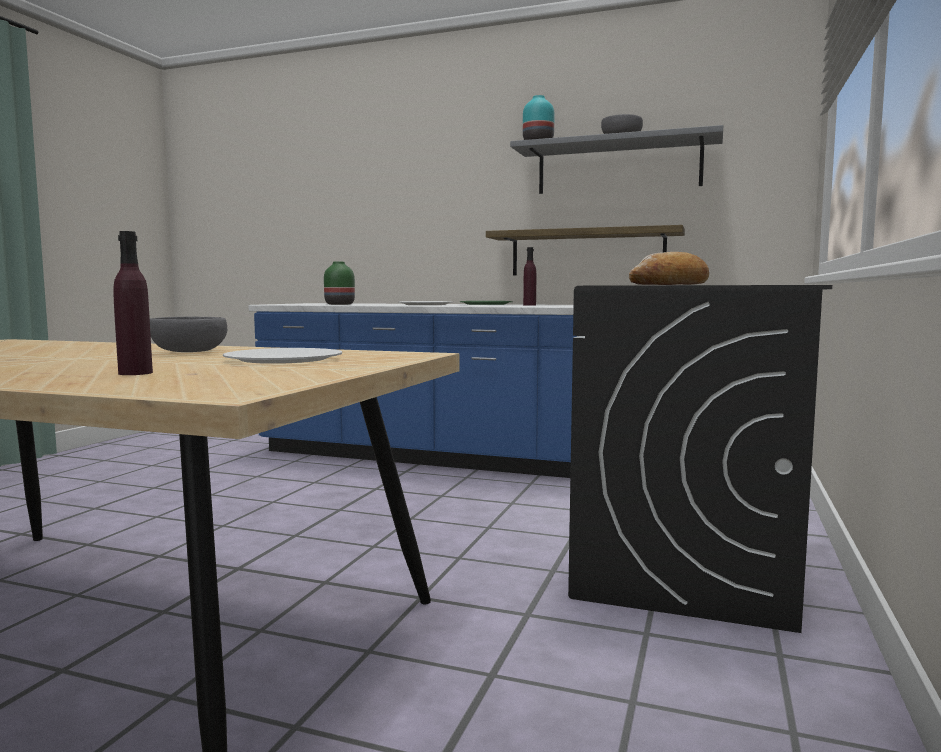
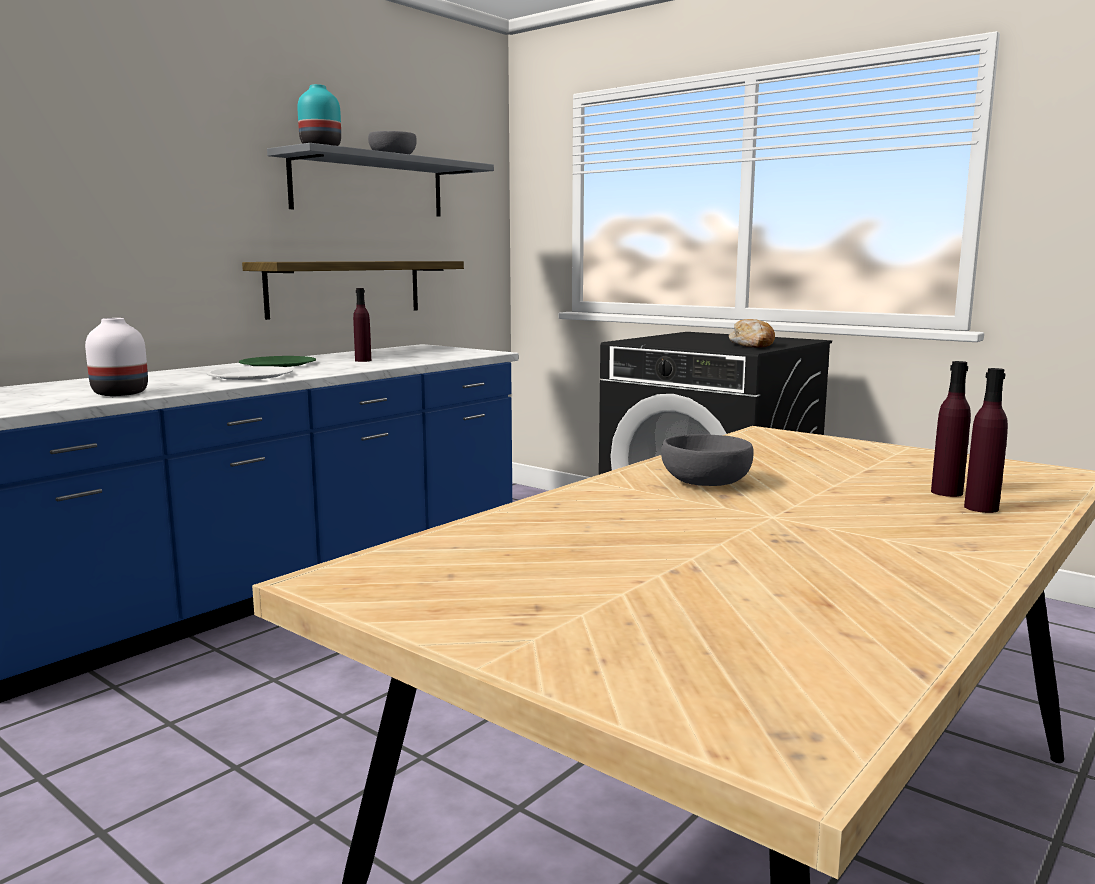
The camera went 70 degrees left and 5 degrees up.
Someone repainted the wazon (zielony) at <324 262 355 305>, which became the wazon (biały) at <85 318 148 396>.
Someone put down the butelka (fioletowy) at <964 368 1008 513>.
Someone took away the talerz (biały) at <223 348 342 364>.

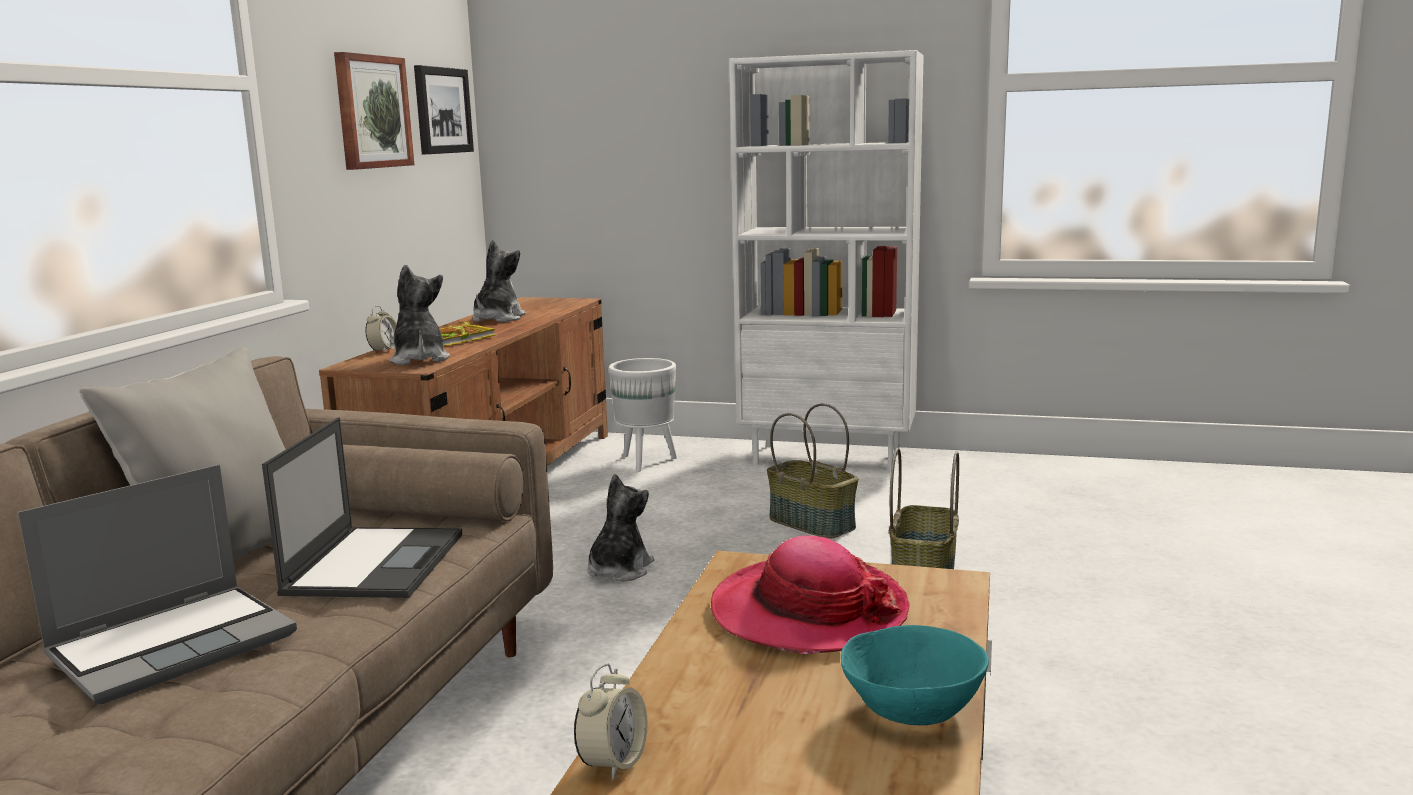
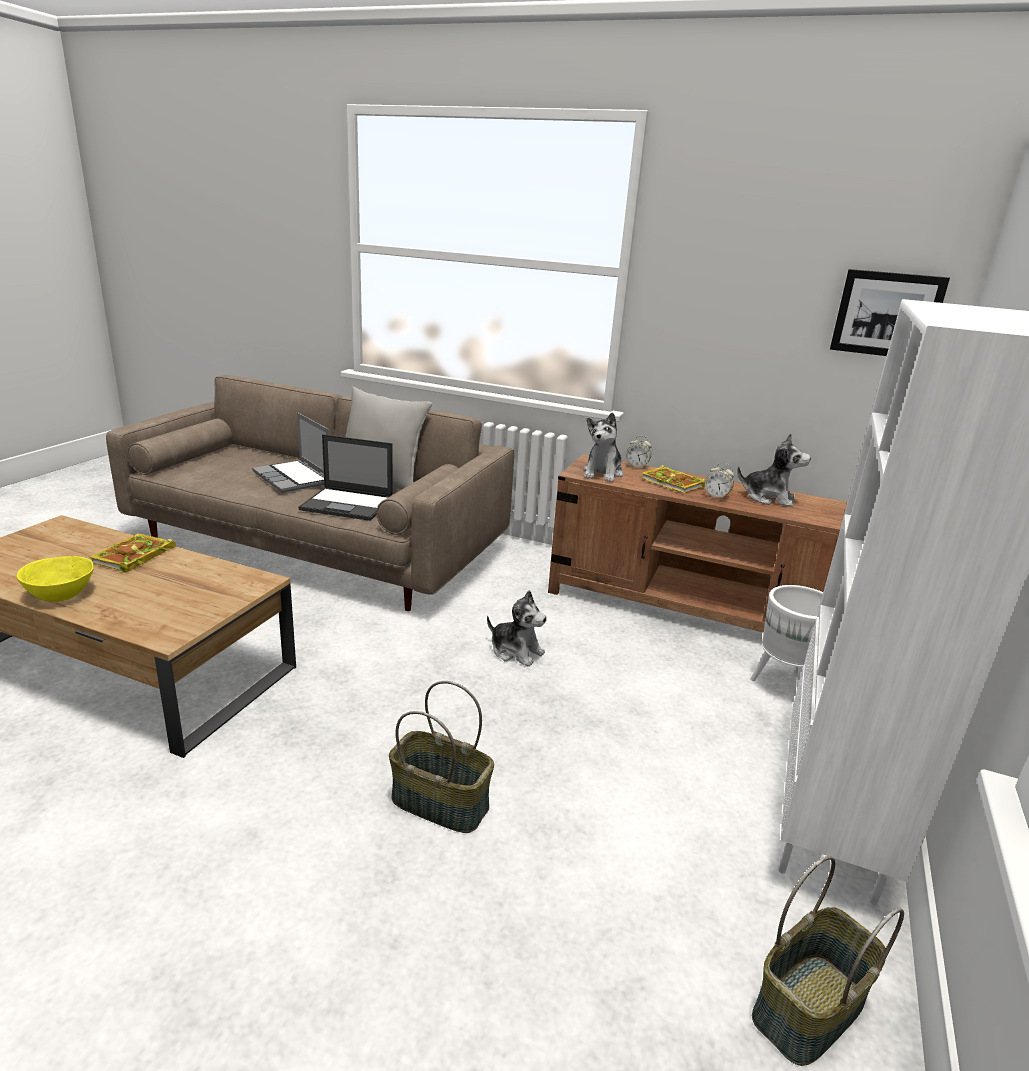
The camera went 95 degrees right and 10 degrees up.
Someone repainted the miska (turkusowy) at <841 625 989 725>, which became the miska (żółty) at <17 556 94 602>.
Someone put down the książka at <89 534 176 573>.
Someone rotated the pluszak at <389 265 450 365> by 120 degrees clockwise.
Someone carried the budzik from <574 663 648 781> to <705 463 735 500>.
Someone carried the koszyk from <767 403 858 539> to <752 856 904 1066>.
Someone took away the obraz at <334 52 414 170>.
Someone took away the kapelusz at <711 536 910 654>.

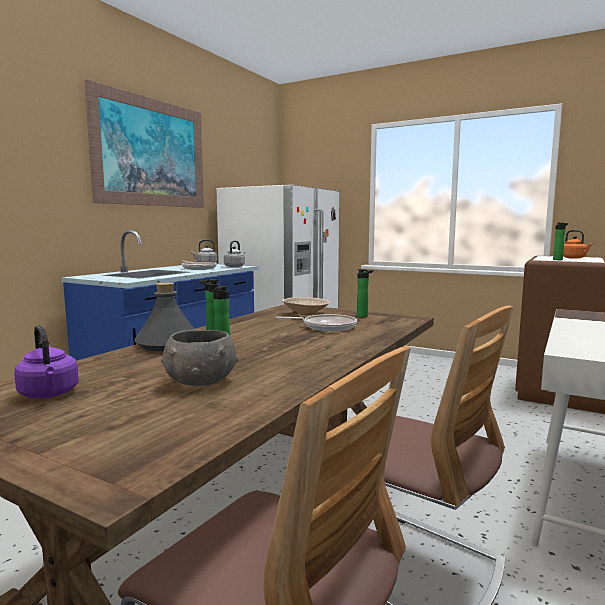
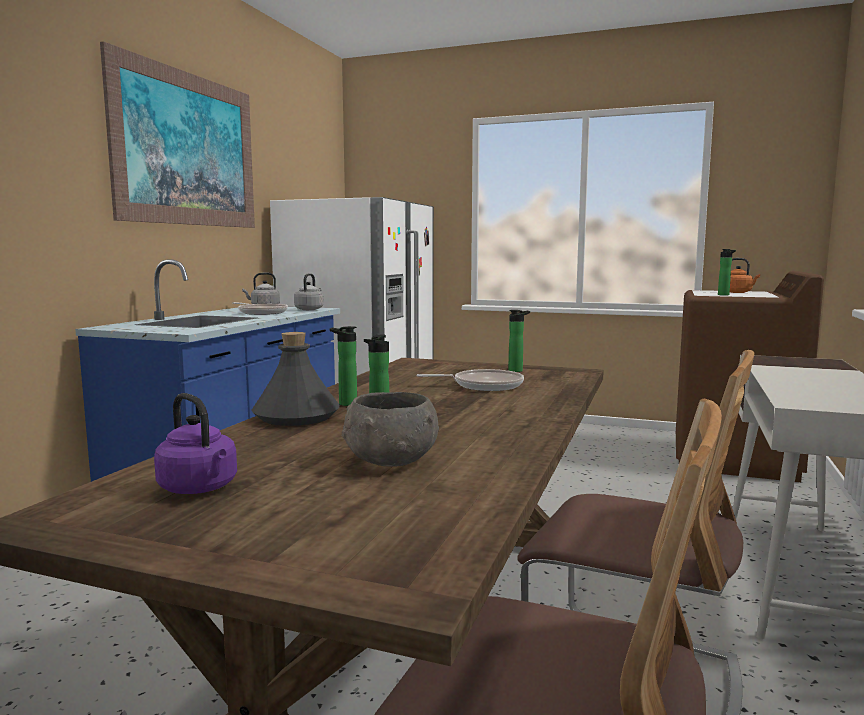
The camera went 10 degrees left and 0 degrees up.
Someone took away the miska (beżowy) at <282 297 331 315>.

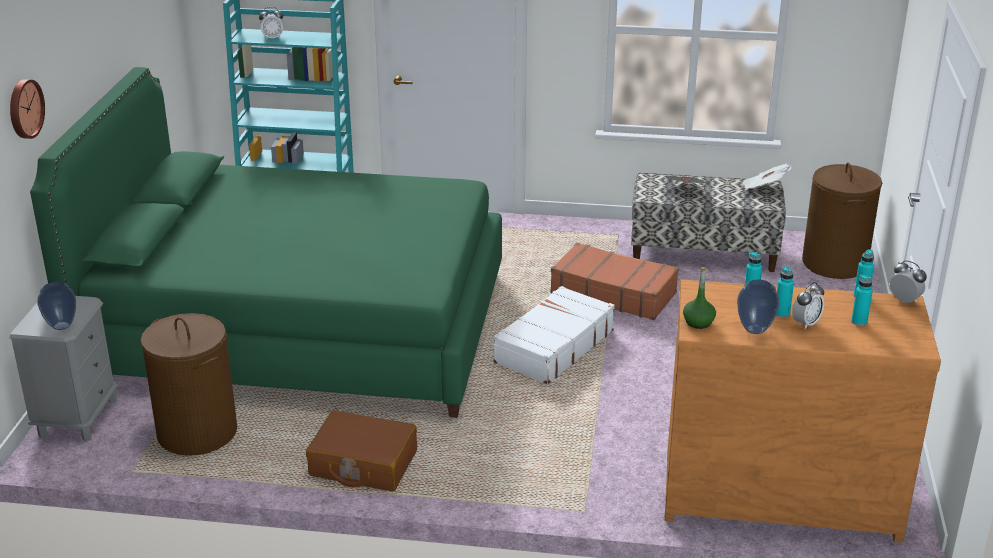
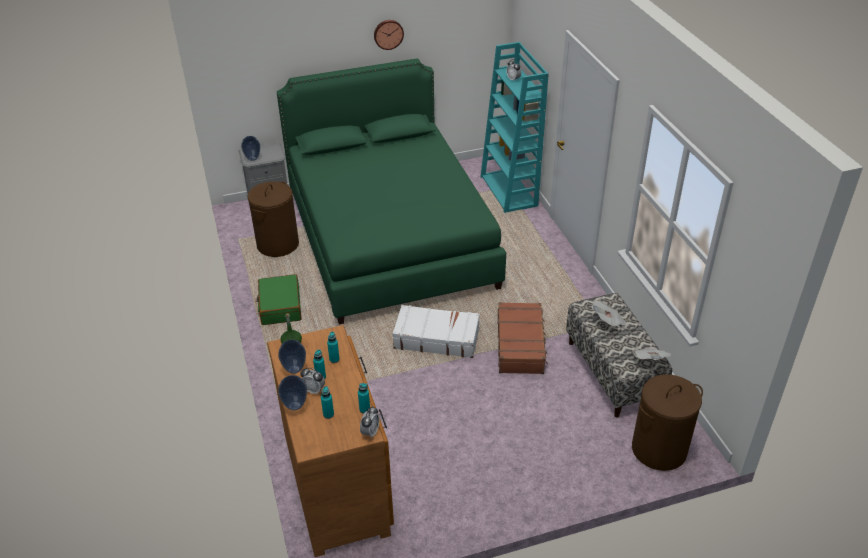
The camera went 65 degrees right and 10 degrees up.
Someone repainted the walizka (brązowy) at <306 410 417 491>, which became the walizka (zielony) at <256 274 301 325>.
Someone put down the wazon at <278 375 307 410>.
Someone carried the zegar ścienny from <10 79 45 139> to <374 20 404 50>.

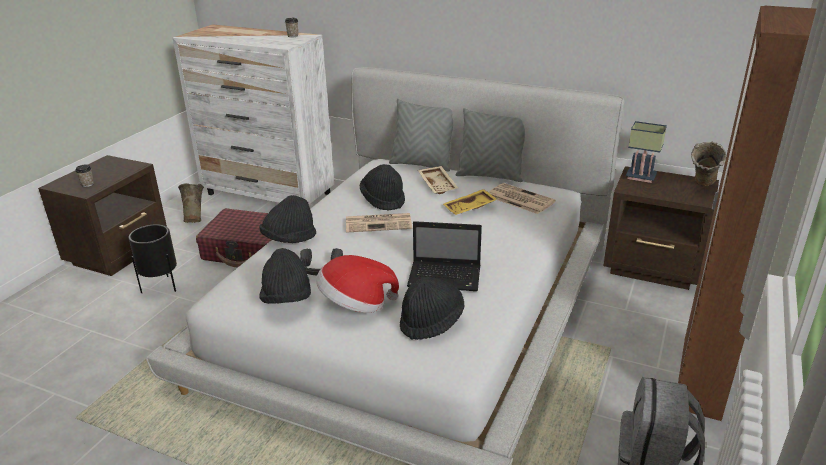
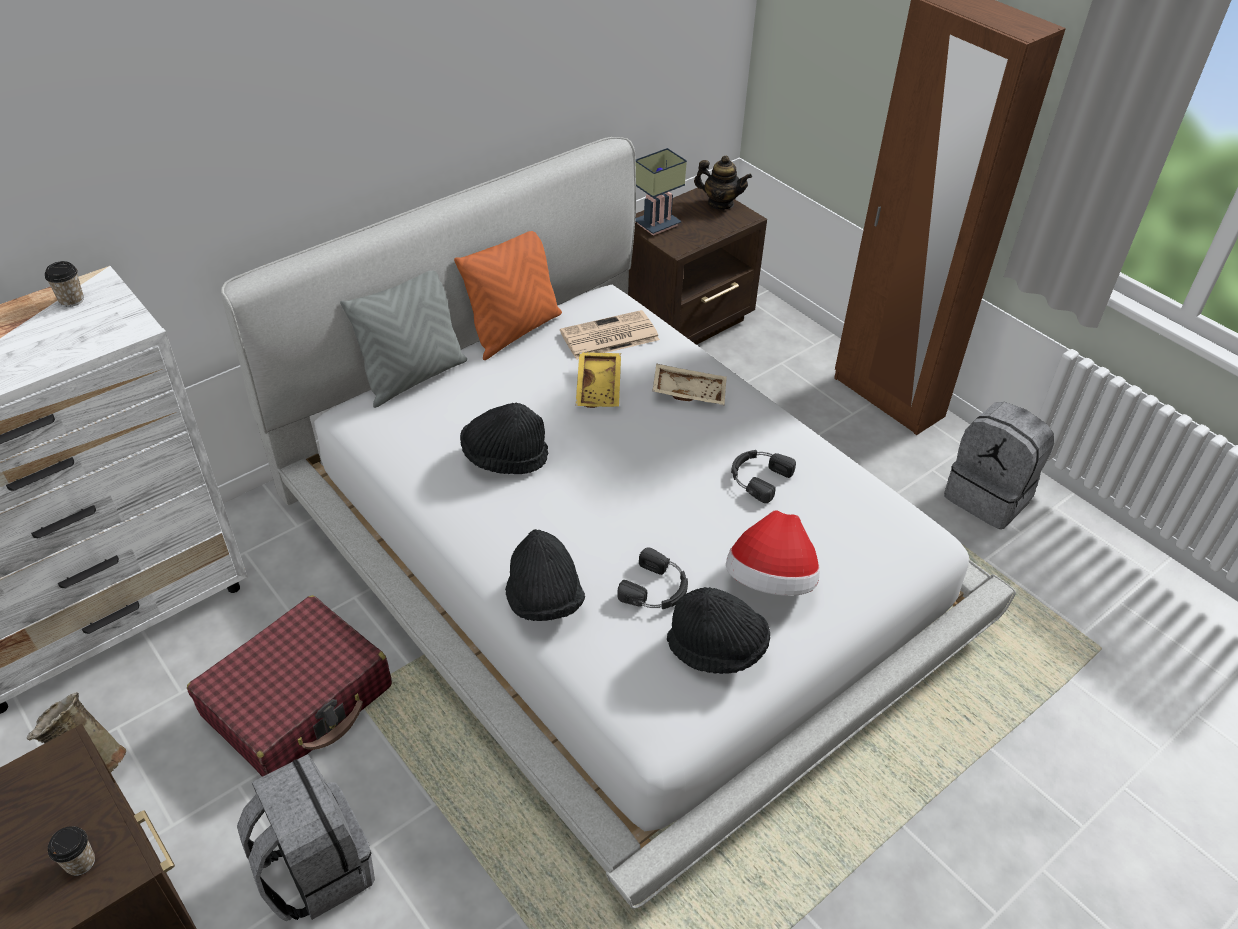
The camera went 65 degrees left and 15 degrees up.
Someone swapped the donica (czarny) at <128 224 177 293> for the plecak (szary) at <237 754 375 921>.
Someone repainted the poduszka (szary) at <456 108 525 182>, which became the poduszka (pomarańczowy) at <454 231 562 360>.
Someone carried the taca (beżowy) from <418 166 458 194> to <653 364 727 405>.
Someone swapped the wazon (beżowy) at <691 142 726 186> for the imbryk at <694 155 752 210>.
Someone swapped the laptop at <407 221 482 291> for the słuchawki (czarny) at <731 450 796 503>.
Someone took away the gazeta at <346 213 412 233>.
Someone took away the kapelusz (czarny) at <400 276 464 340>.

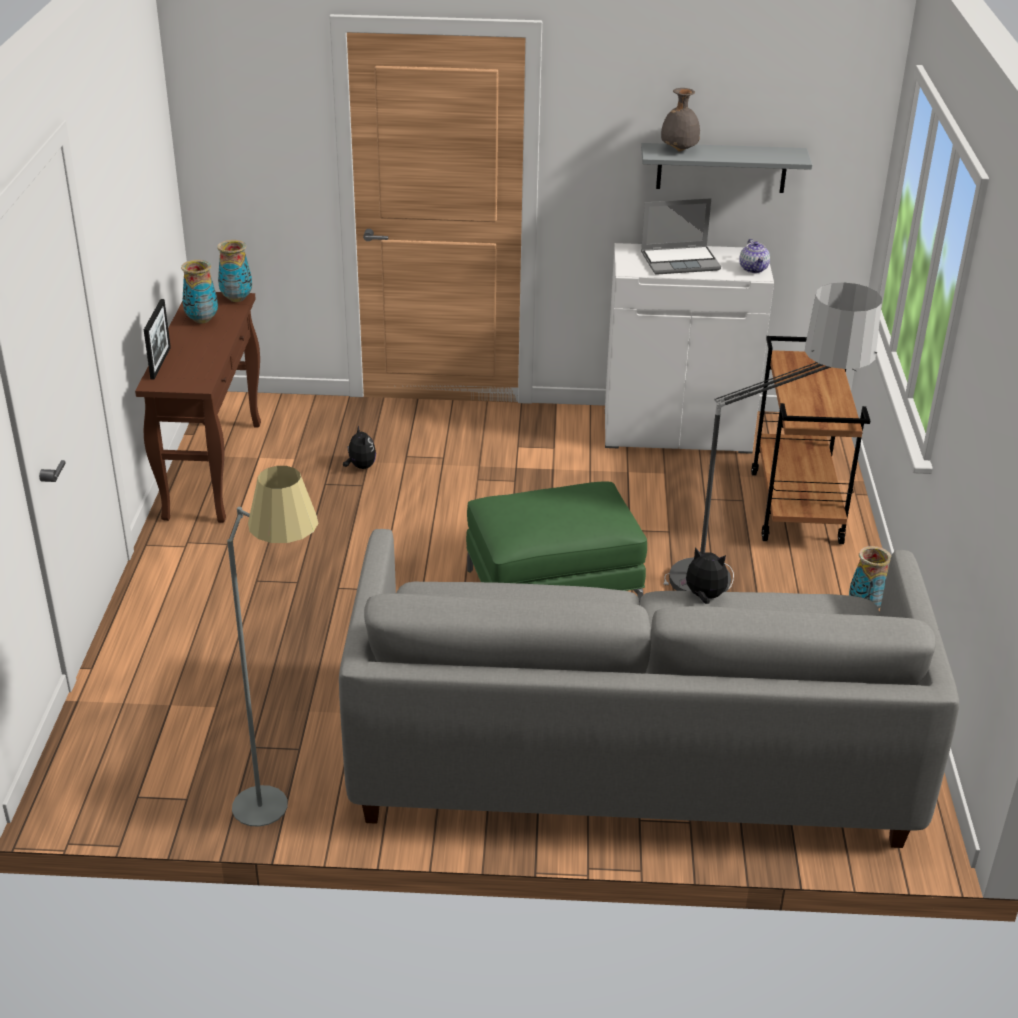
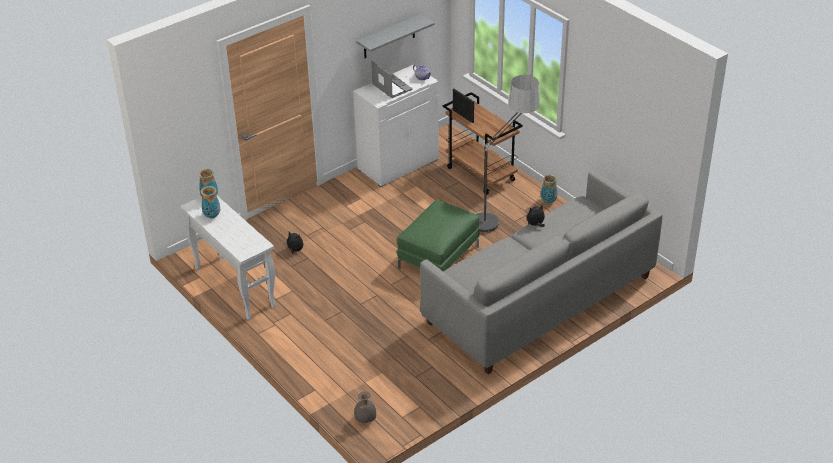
The camera went 40 degrees left and 5 degrees up.
Someone repainted the stolik konsolowy (brązowy) at <135 292 261 523>, which became the stolik konsolowy (biały) at <180 196 276 320>.
Someone carried the wazon (szary) from <661 88 700 152> to <354 391 376 423>.
Someone rotated the laptop at <641 198 721 275> by 75 degrees counterclockwise.
Someone carried the ramka na zdjęcie from <144 299 171 380> to <453 89 474 123>.
Someone took away the lampa stojąca (szary) at <227 466 318 827>.

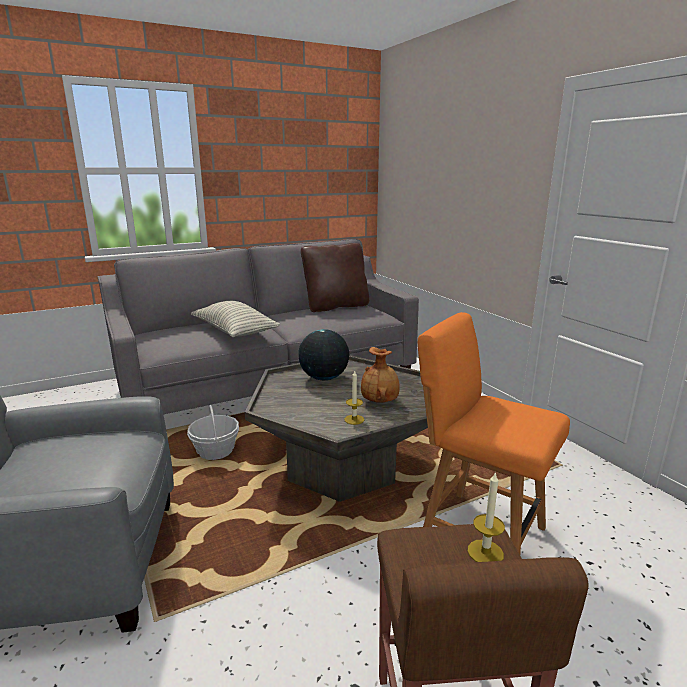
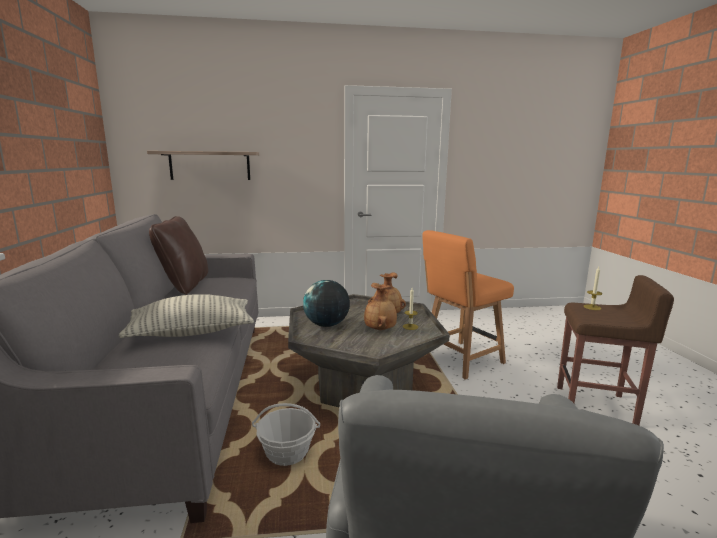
The camera went 70 degrees left and 5 degrees down.
Someone put up the półka at <147 151 259 180>.
Someone put down the wazon (brązowy) at <364 283 397 330>.

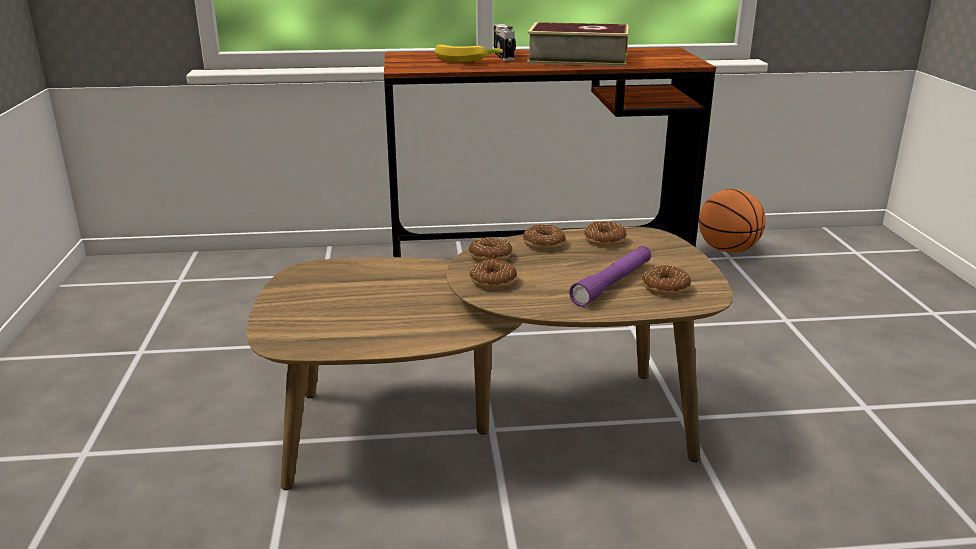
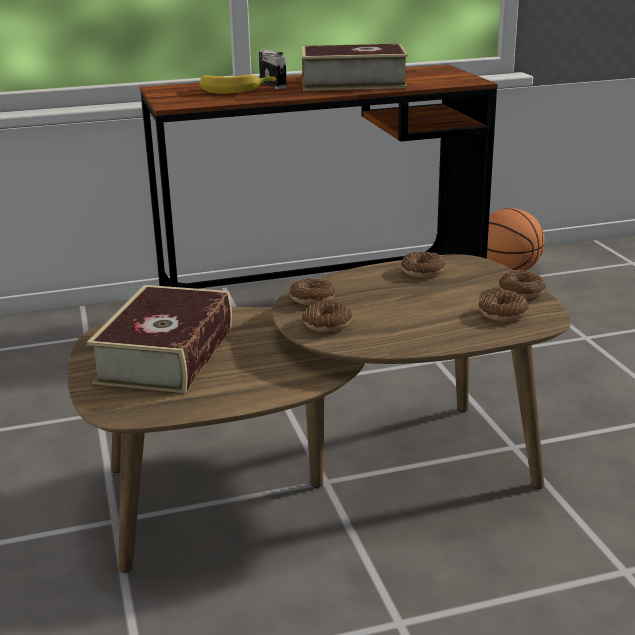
The camera went 10 degrees left and 0 degrees up.
Someone put down the książka at <87 285 232 393>.
Someone carried the donut from <523 224 565 250> to <499 270 546 299>.
Someone took away the latarka (fioletowy) at <569 246 651 307>.

